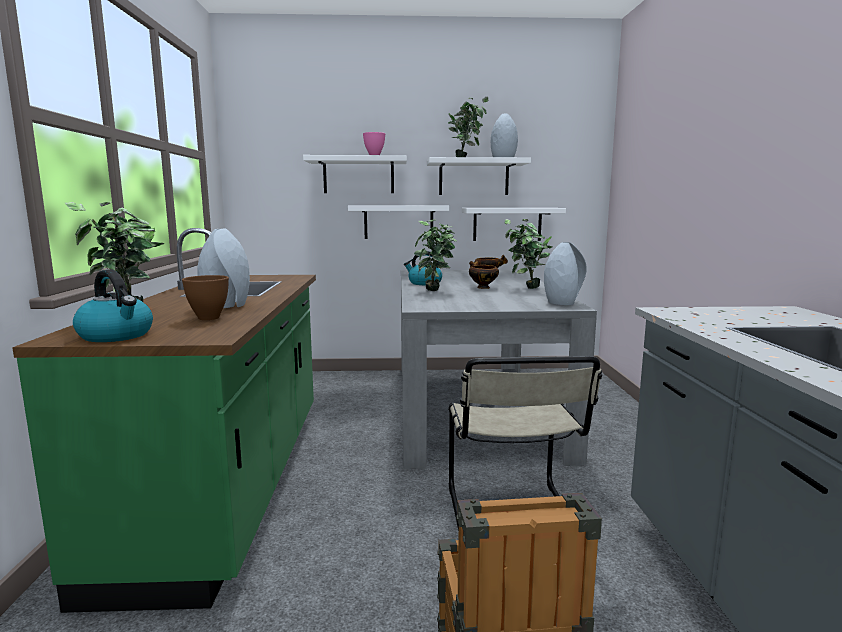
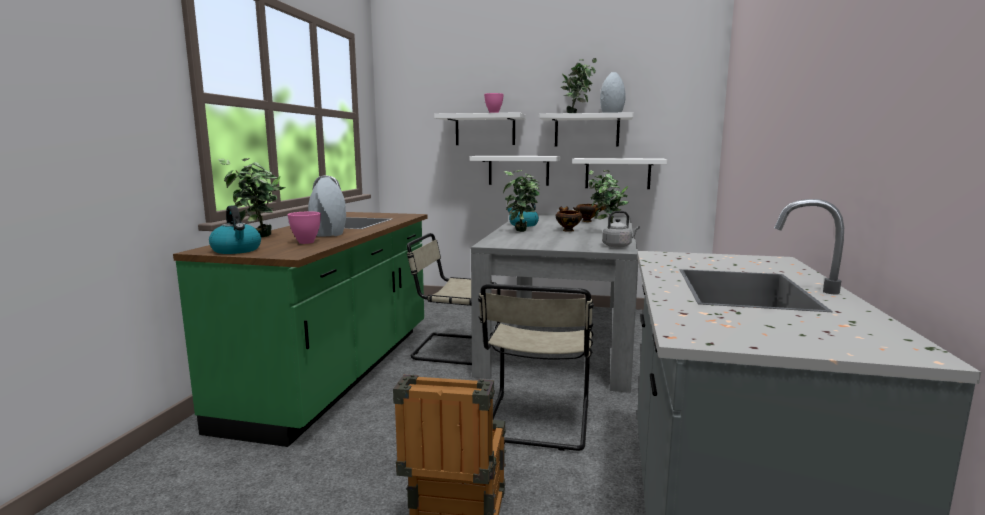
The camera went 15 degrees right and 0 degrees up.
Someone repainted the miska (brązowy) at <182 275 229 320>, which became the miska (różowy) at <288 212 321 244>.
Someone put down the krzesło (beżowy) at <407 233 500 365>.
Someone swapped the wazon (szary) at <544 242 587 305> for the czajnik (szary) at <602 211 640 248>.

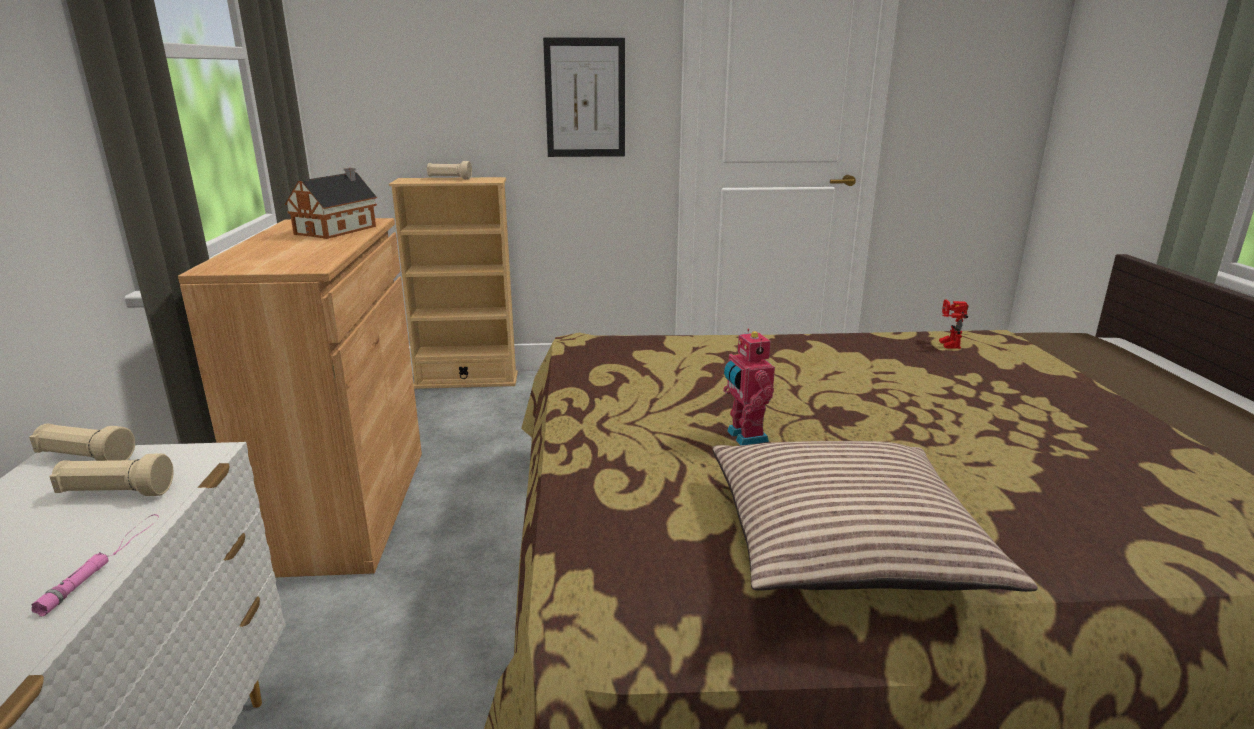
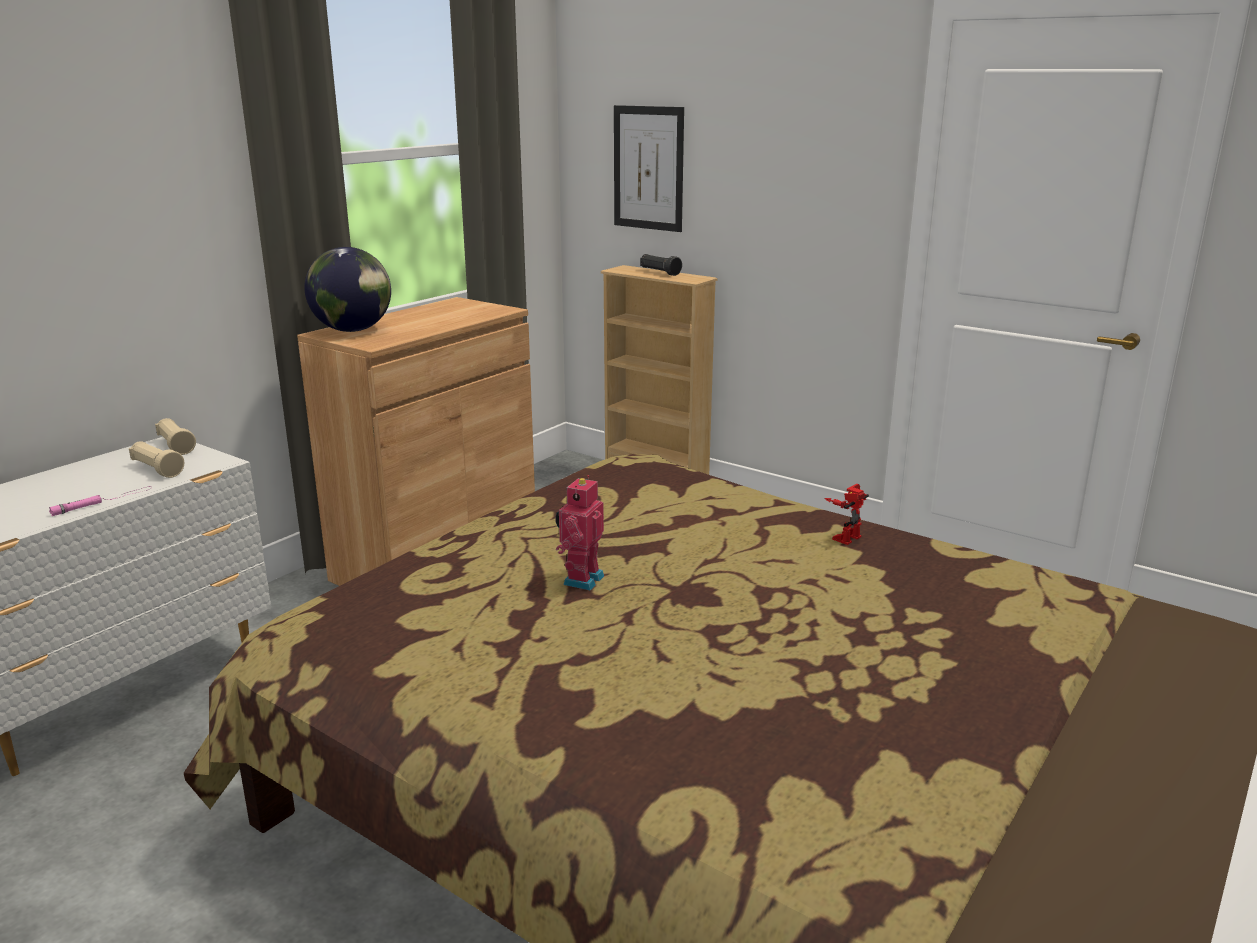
The camera went 40 degrees right and 0 degrees up.
Someone put down the globus at <304 247 391 332>.
Someone carried the obraz from <543 38 625 157> to <614 105 684 232>.
Someone repainted the latarka (beżowy) at <427 161 472 179>, which became the latarka (czarny) at <640 254 682 276>.
Someone carried the robot zabawkowy from <939 299 969 349> to <824 484 869 545>.
Someone took away the domek at <285 168 377 239>.
Someone took away the poduszka at <712 441 1038 592>.

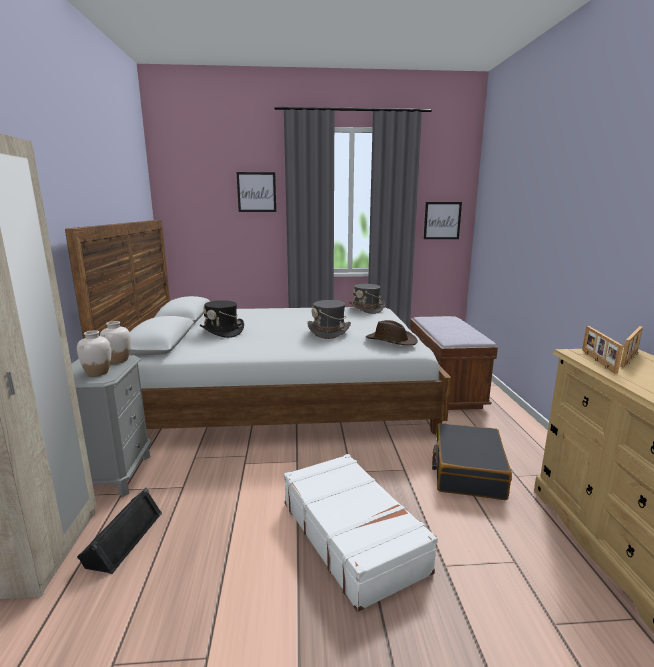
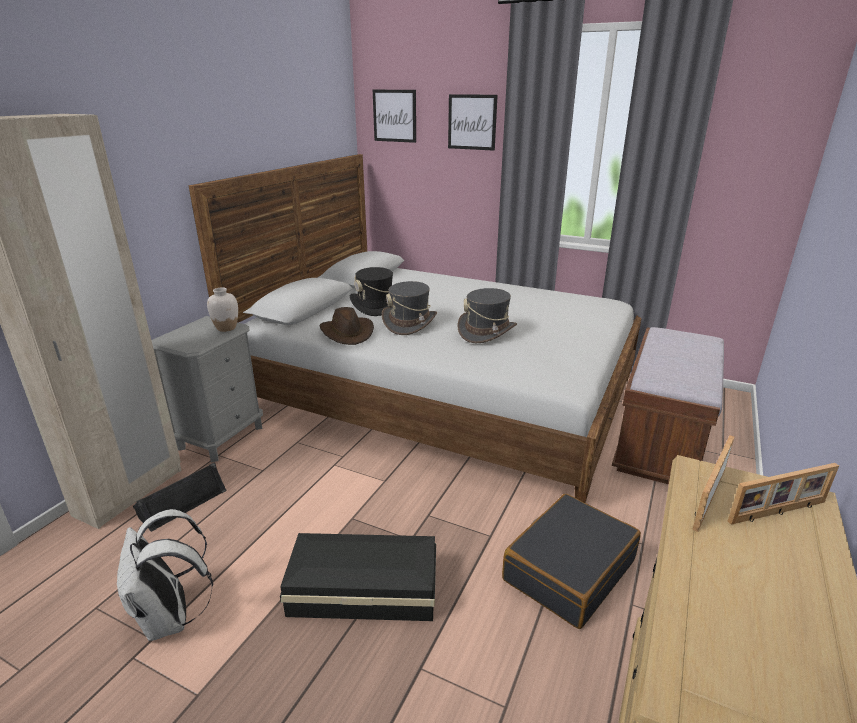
The camera went 30 degrees right and 10 degrees up.
Someone put down the plecak (biały) at <117 509 213 641>.
Someone swapped the walizka (biały) at <284 454 438 612> for the pojemnik do przechowywania (czarny) at <280 533 436 621>.
Someone carried the kapelusz (brązowy) from <366 320 418 346> to <319 307 374 345>.
Someone carried the obraz from <424 202 462 239> to <373 90 416 143>.
Someone carried the kapelusz (szary) from <349 284 385 314> to <382 281 437 335>.
Someone took away the wazon (biały) at <77 330 111 377>.

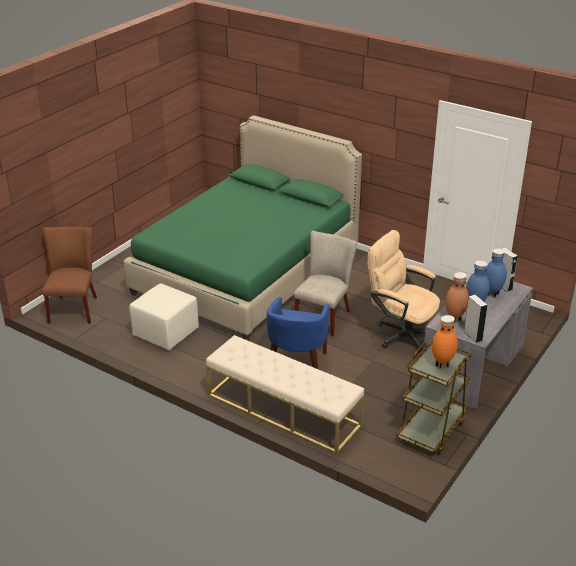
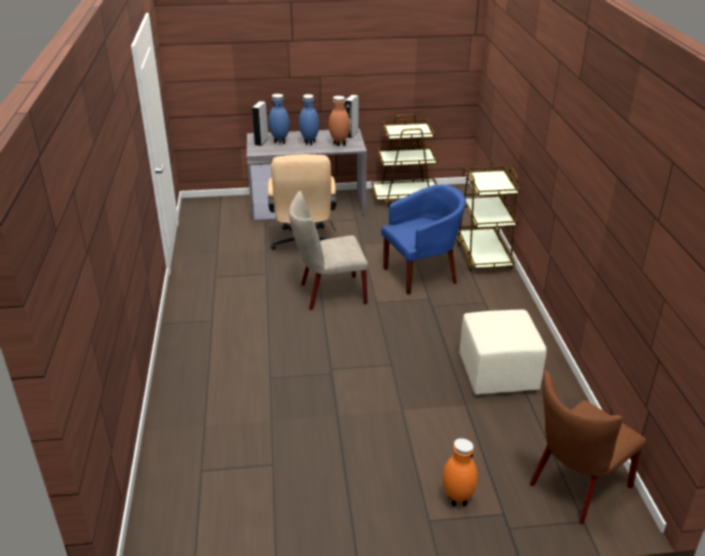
The camera went 130 degrees left and 0 degrees up.
Someone carried the wazon (pomarańczowy) from <432 315 458 369> to <443 438 478 506>.
Someone swapped the ławka (beżowy) at <206 335 364 454> for the wózek (brązowy) at <456 166 520 271>.
Someone took away the łóżko (zielony) at <124 115 362 341>.

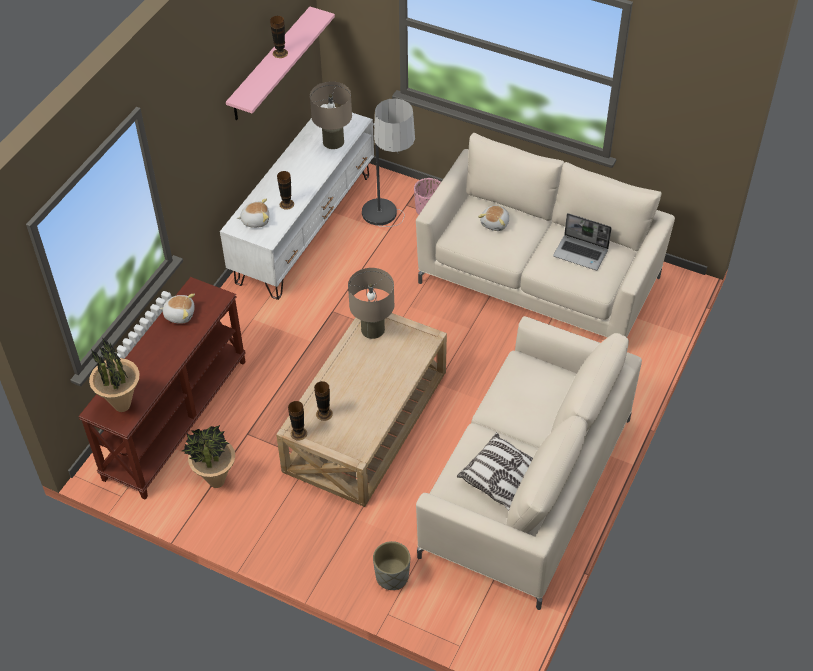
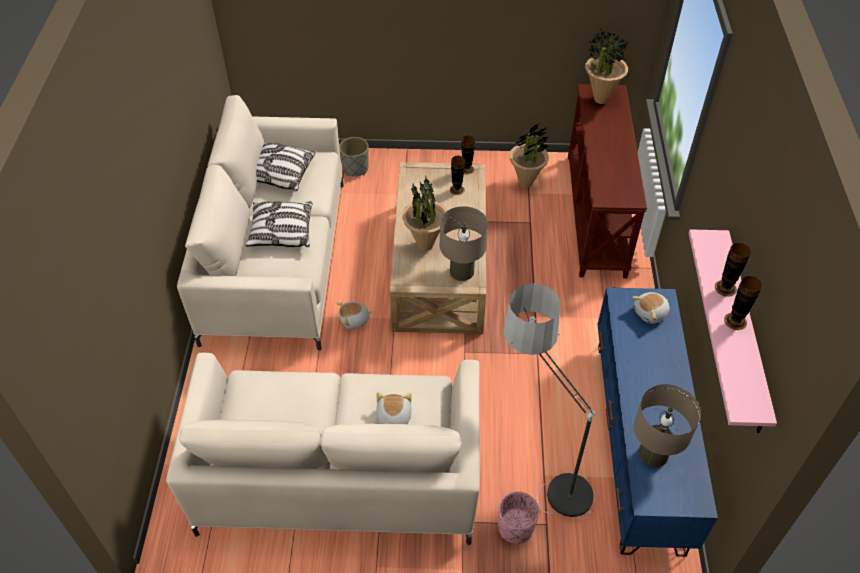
The camera went 155 degrees right and 0 degrees up.
Someone put down the poduszka at <245 201 312 247>.
Someone carried the pluszak from <159 294 195 324> to <337 302 372 329>.
Someone put down the roślina doniczkowa at <402 176 447 251>.
Someone repainted the szafka pod telewizor (biały) at <220 104 374 300>, which became the szafka pod telewizor (niebieski) at <597 287 718 557>.
Someone carried the wazon from <277 171 294 210> to <715 243 751 297>.
Someone took away the laptop at <553 213 612 270>.

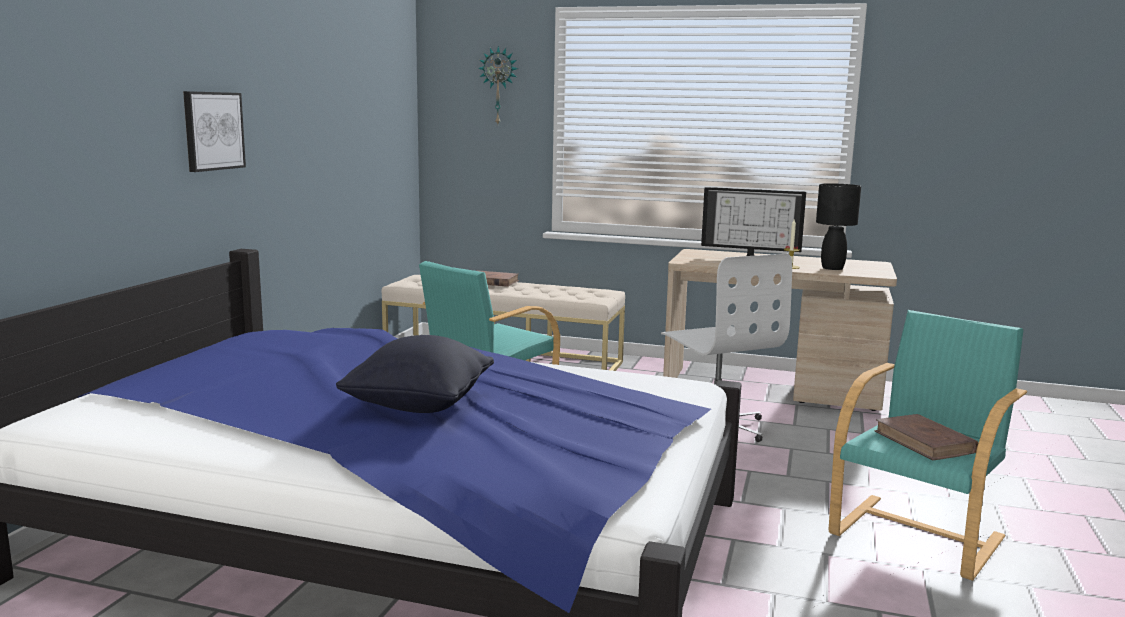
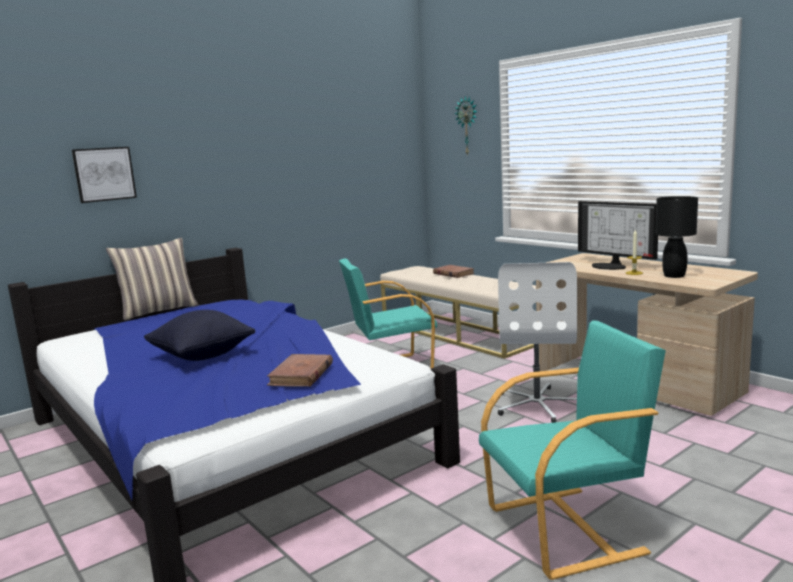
The camera went 35 degrees right and 0 degrees up.
Someone carried the obraz from <183 91 246 172> to <72 147 137 203>.
Someone put down the poduszka at <106 238 199 321>.
Someone carried the książka (brązowy) from <875 414 978 460> to <267 354 333 387>.

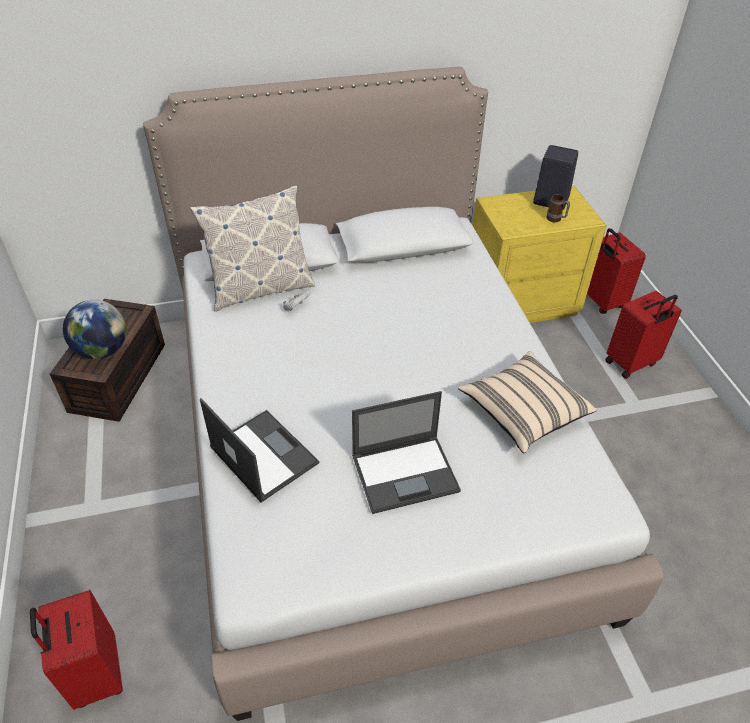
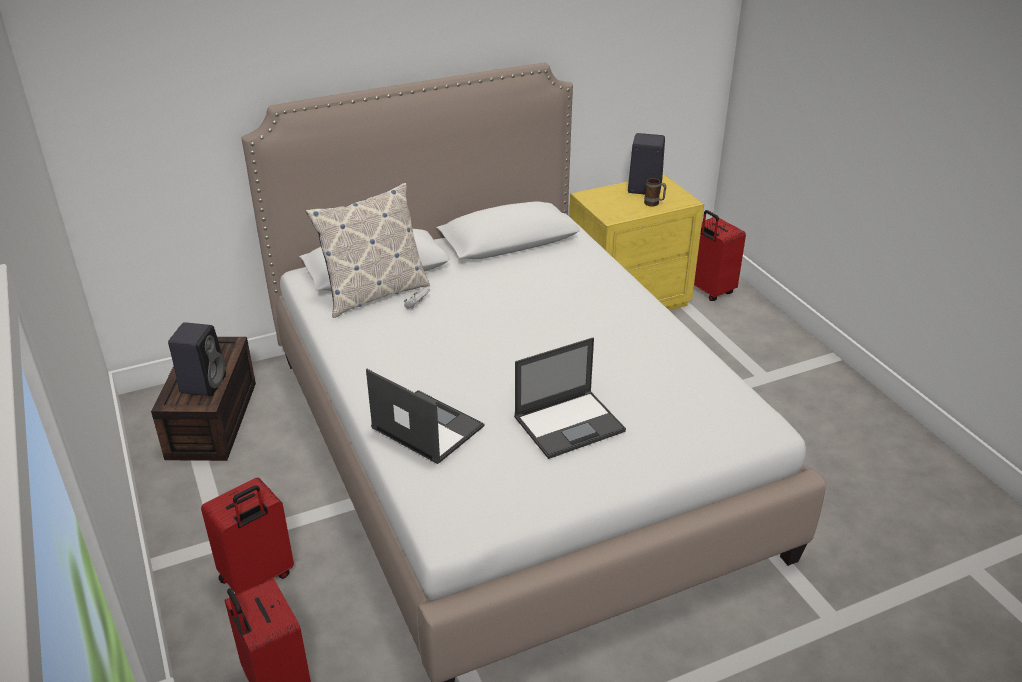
The camera went 10 degrees left and 10 degrees down.
Someone swapped the globus at <63 300 127 359> for the głośnik (czarny) at <168 322 226 396>.
Someone carried the walizka (czerwony) from <605 291 682 379> to <201 477 294 595>.
Someone took away the poduszka (beżowy) at <458 351 597 454>.

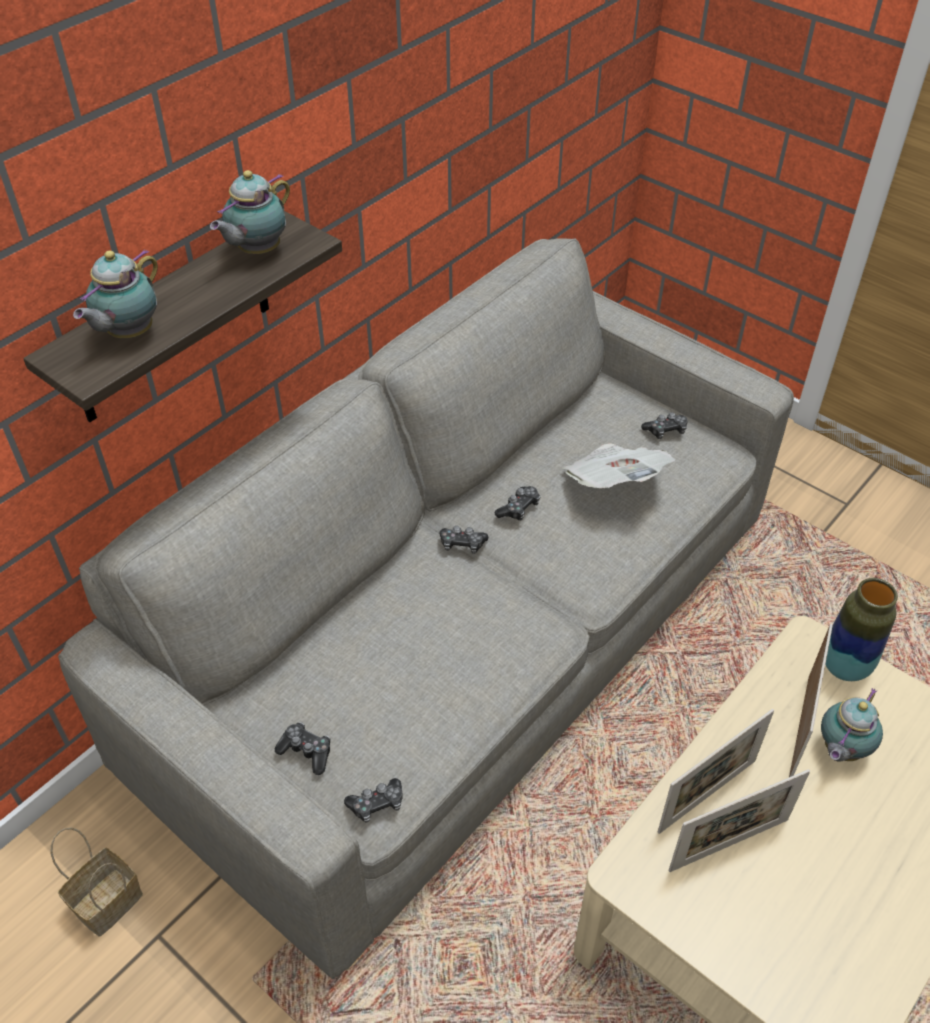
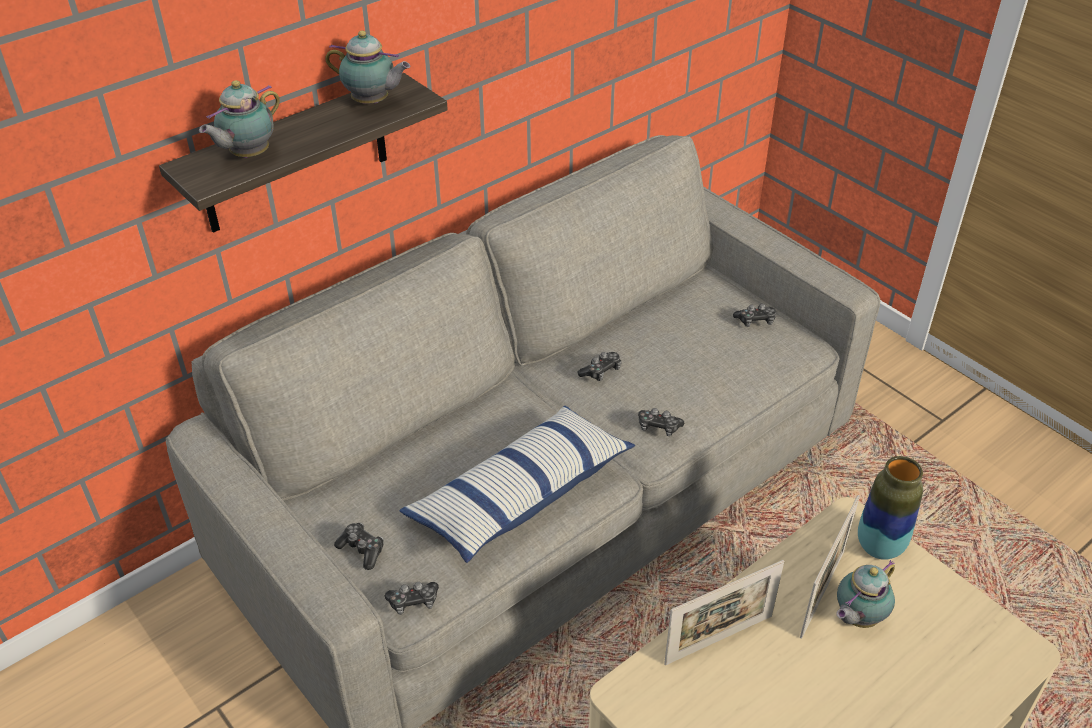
The camera went 10 degrees right and 5 degrees down.
Someone rotated the imbryk at <210 170 290 254> by 120 degrees counterclockwise.
Someone put down the poduszka at <400 406 635 563>.
Someone carried the pad do gier from <439 526 489 554> to <638 408 684 436>.
Someone took away the koszyk at <50 827 143 936>.
Someone took away the gazeta at <563 443 676 488>.
Someone took away the ramka na zdjęcie at <668 769 810 872>.

